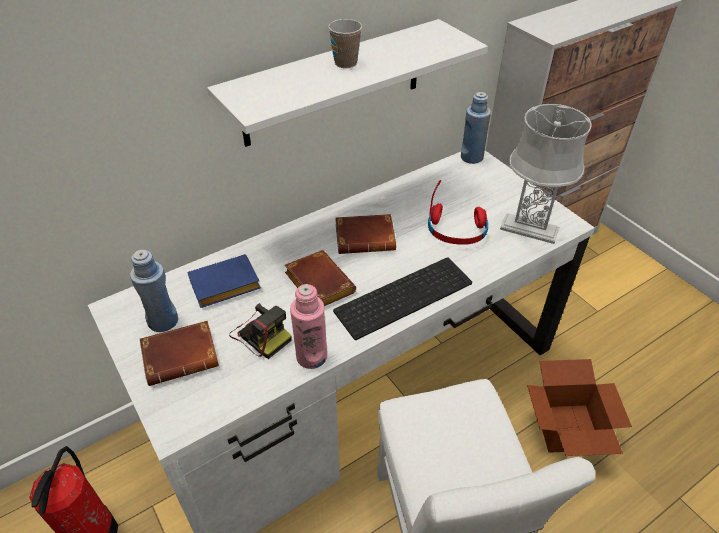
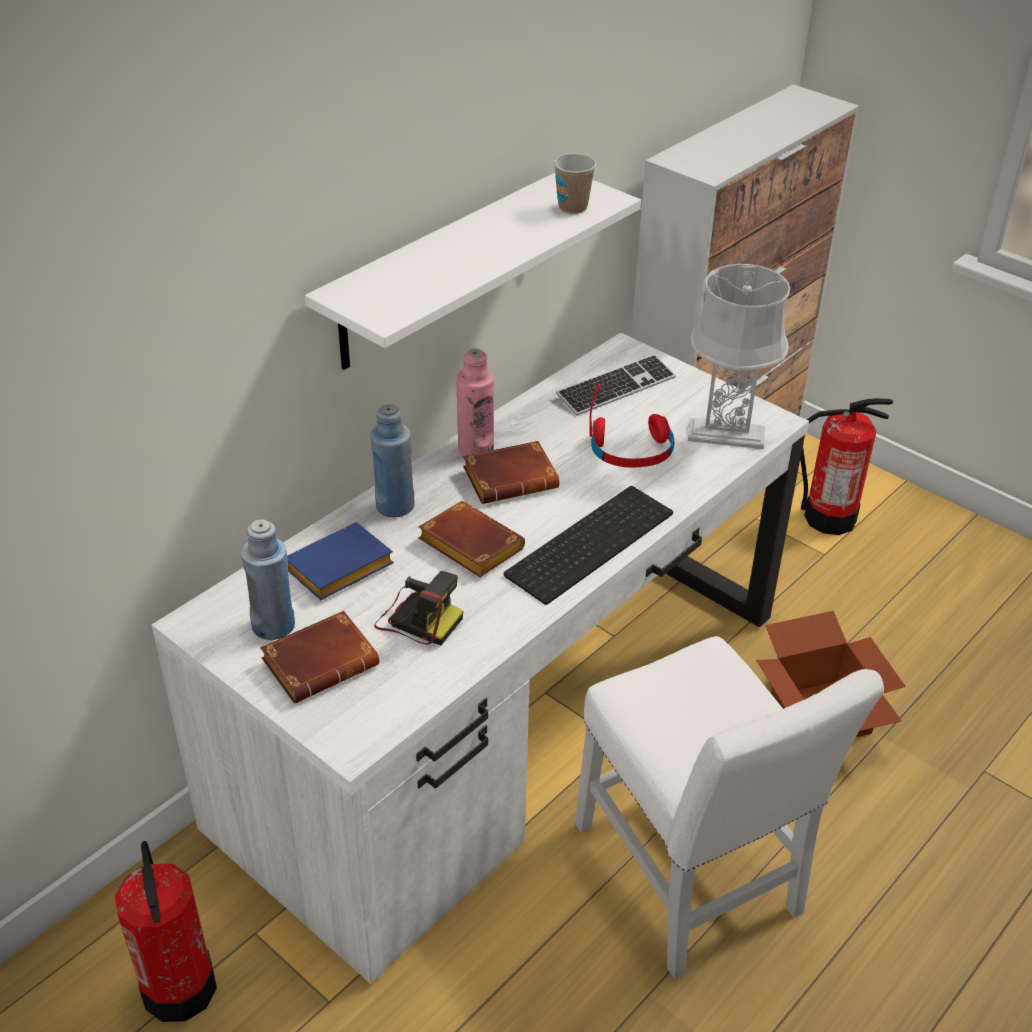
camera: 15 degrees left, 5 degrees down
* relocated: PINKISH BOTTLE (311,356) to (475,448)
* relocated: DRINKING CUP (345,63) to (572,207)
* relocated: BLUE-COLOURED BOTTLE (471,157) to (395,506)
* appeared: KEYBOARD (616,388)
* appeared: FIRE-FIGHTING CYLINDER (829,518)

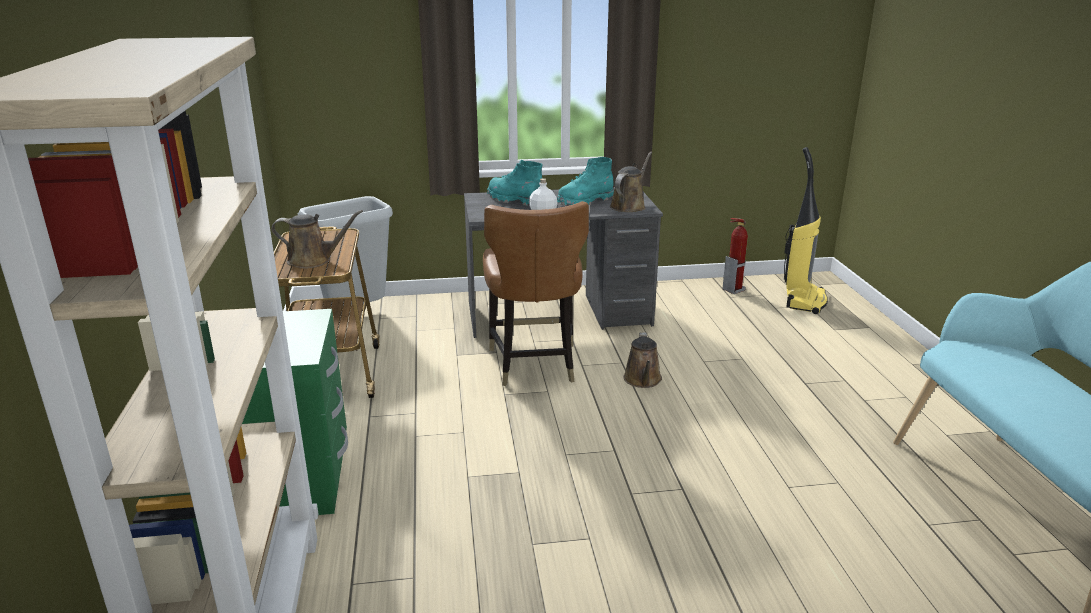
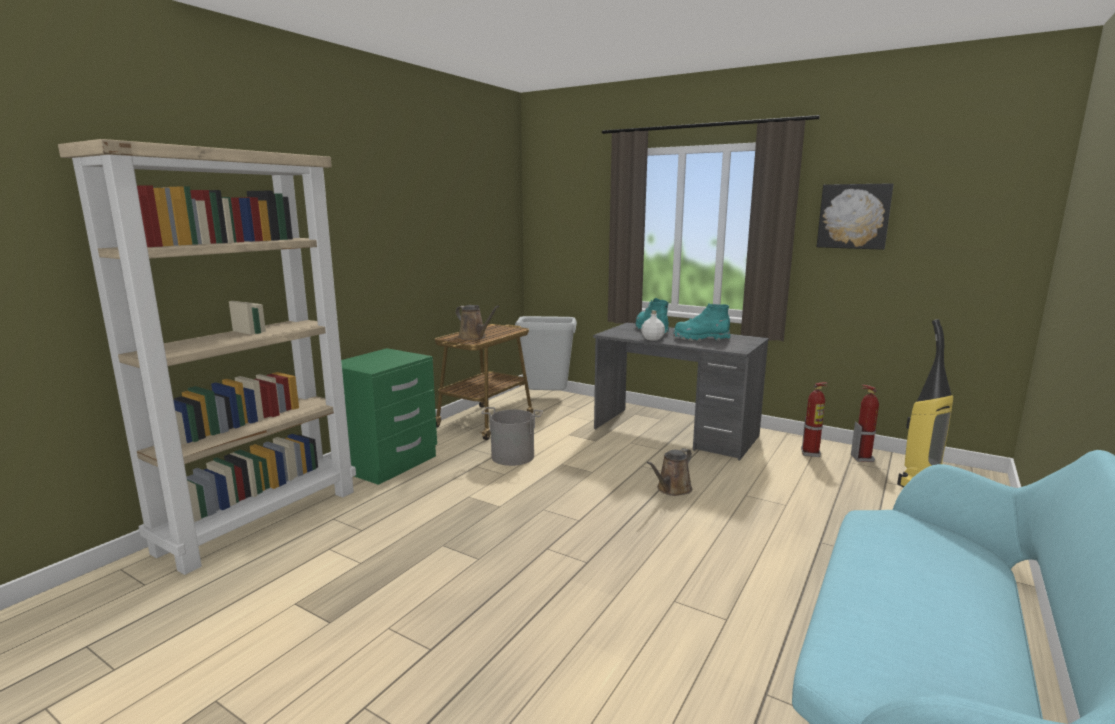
camera: 40 degrees right, 10 degrees down
* missing: BROWN-COLOURED CHAIR (534,364)
* missing: BROWN-COLOURED SPRINKLING CAN (629,206)
* appeared: GREY WATER BUCKET (512,457)
* appeared: FIRE-FIGHTING CYLINDER (811,453)
* appeared: WALL ART (854,216)

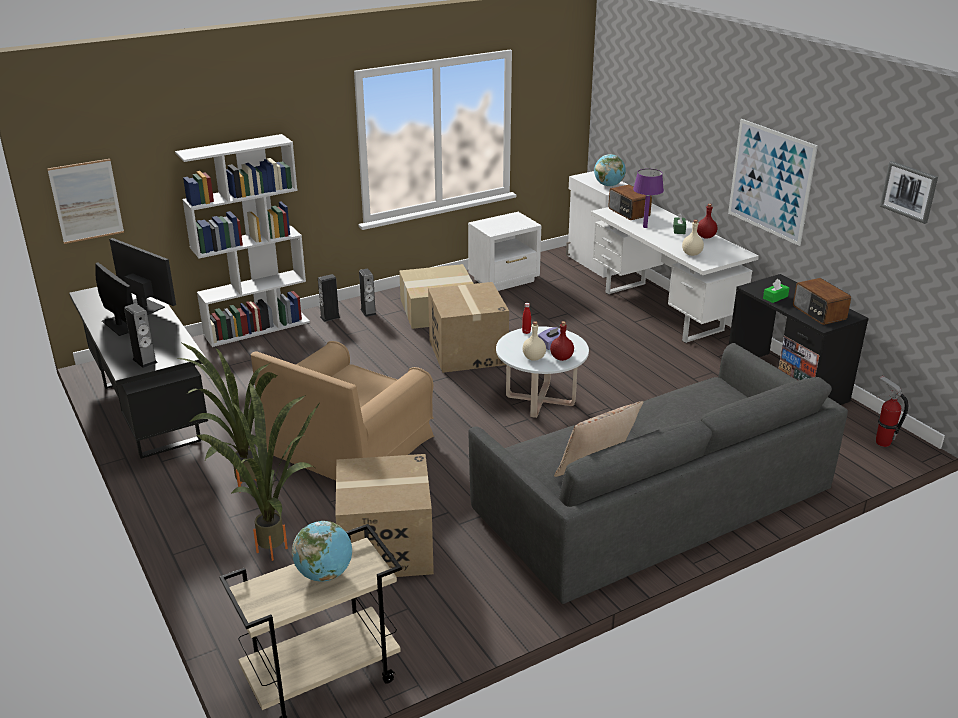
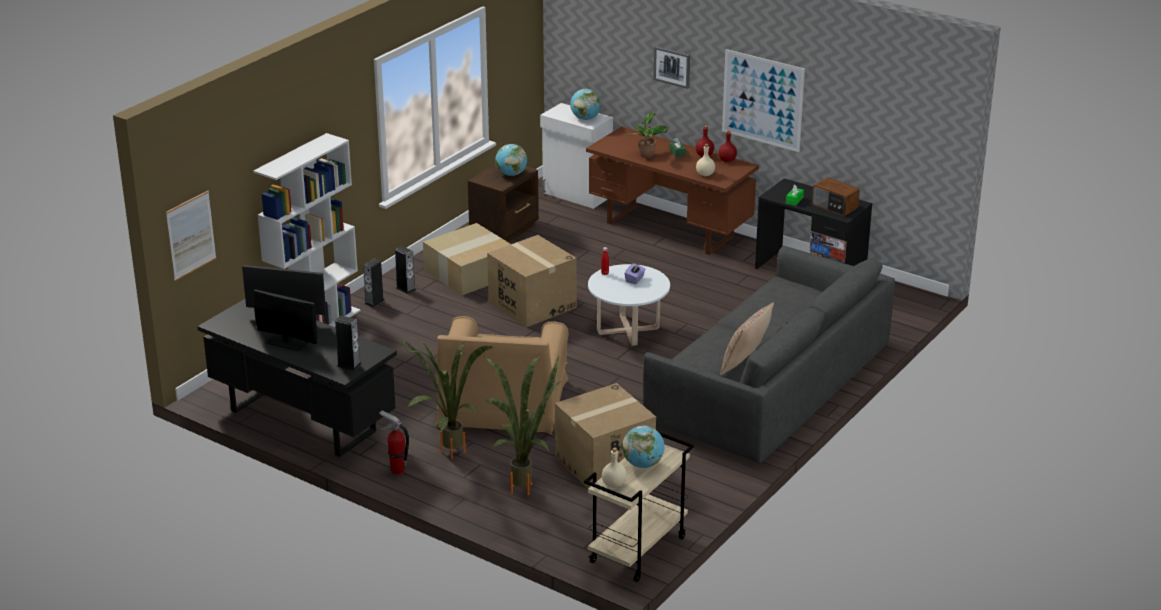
camera: 25 degrees left, 0 degrees up
* colour: WHITE-COLOURED BEDSIDE TABLE (505,280) to BROWN-COLOURED BEDSIDE TABLE (505,230)
* relocated: BEIGE BOTTLE (534,358) to (614,484)
* relocated: RED-COLOURED BOTTLE (562,358) to (727,160)
* colour: WHITE-COLOURED DESK UNIT (663,311) to BROWN-COLOURED DESK UNIT (670,230)
* missing: RADIO SET (628,212)
* exchanged: PURPLE TABLETOP LAMP (644,227) to HOUSEPLANT (646,155)
* relocated: FIRE-FIGHTING CYLINDER (882,442) to (397,471)
* relocated: WALL ART (909,191) to (672,66)
* appeared: GLOBE (511,174)

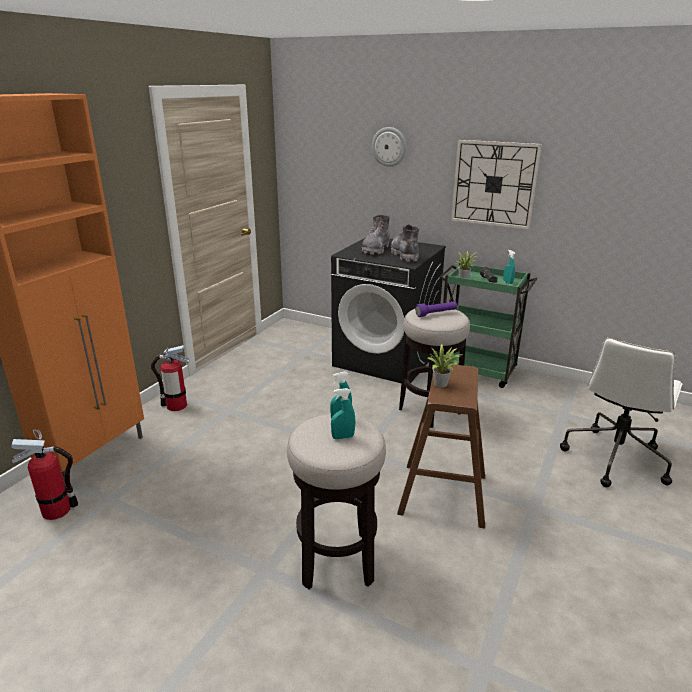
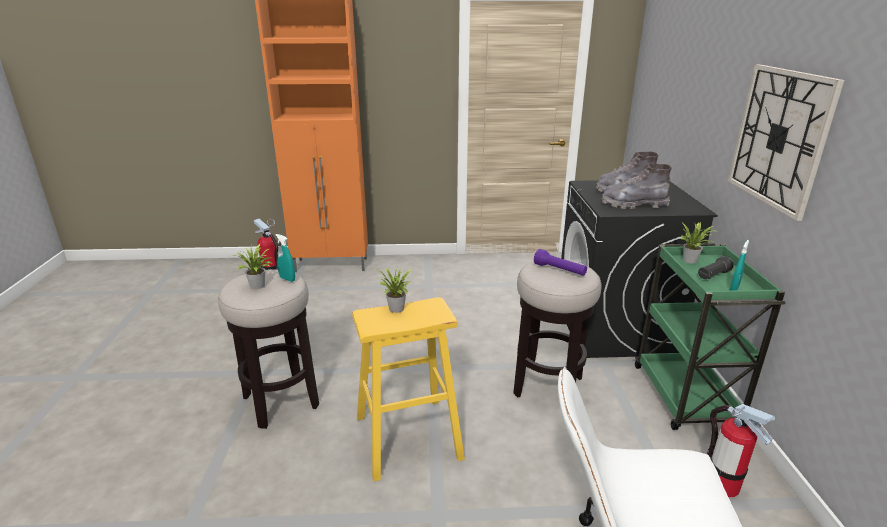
camera: 60 degrees right, 0 degrees up
* relocated: FIRE-FIGHTING CYLINDER (176,406) to (722,484)
* exchanged: TURQUOISE-COLOURED SPRAYER (343,437) to HOUSEPLANT (258,286)
* missing: CLOCK ON THE WALL (389,147)
* spun: GREY HIGH-TOP BOOT (404,255) = (633,204) 135 degrees counterclockwise
* colour: BROWN-COLOURED STOOL (443,494) to YELLOWISH STOOL (408,437)

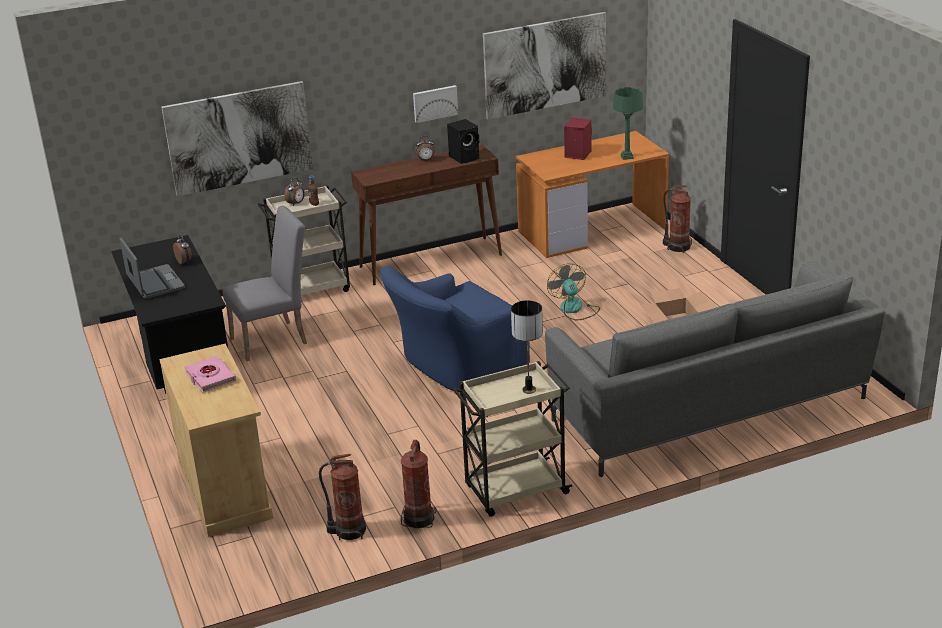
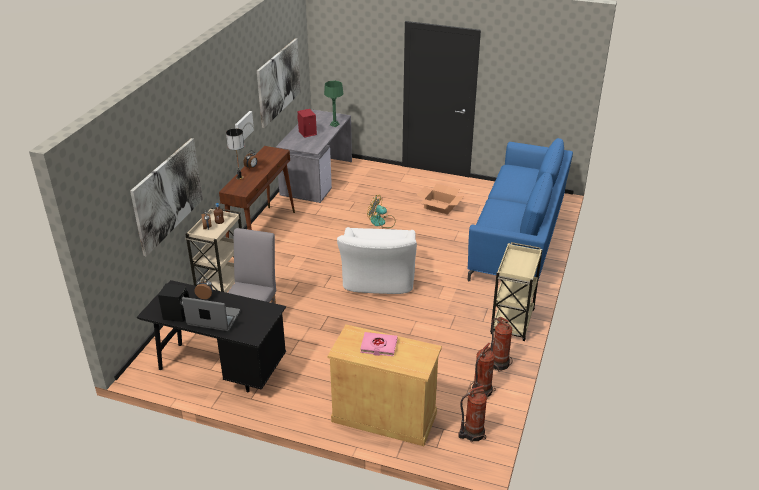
camera: 50 degrees left, 5 degrees up
* colour: BLUE-COLOURED LOUNGE CHAIR (456,366) to WHITE-COLOURED LOUNGE CHAIR (378,281)
* relocated: BLACK AUDIO SPEAKER (465,157) to (177,314)
* relocated: TABLETOP LAMP (528,390) to (239,178)
* colour: ORANGE-COLOURED DESK UNIT (592,229) to GREY DESK UNIT (316,177)
* colour: GREY SETTEE (709,410) to BLUE-COLOURED SETTEE (518,238)
* relocated: FIRE-FIGHTING CYLINDER (677,247) to (472,433)

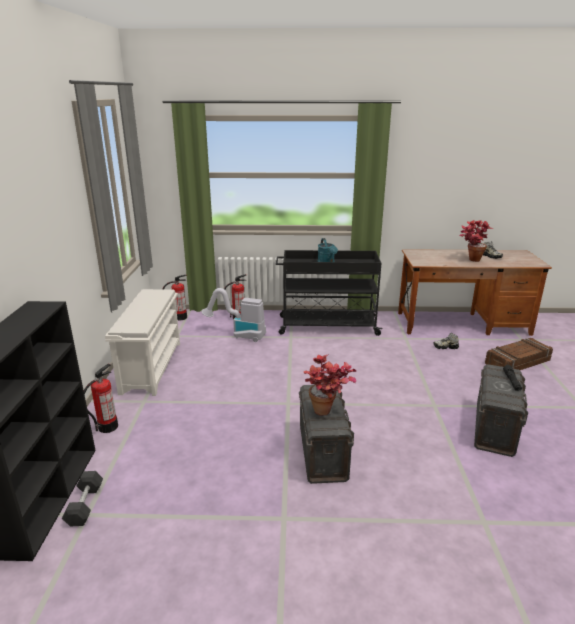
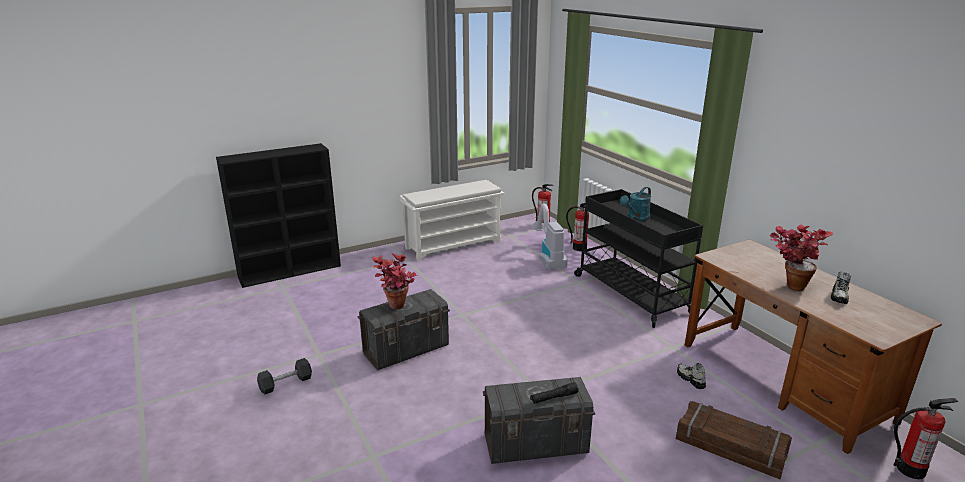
camera: 60 degrees right, 0 degrees up
* relocated: BLACK DUMBBELL (85,505) to (286,383)
* relocated: FIRE-FIGHTING CYLINDER (108,427) to (910,469)

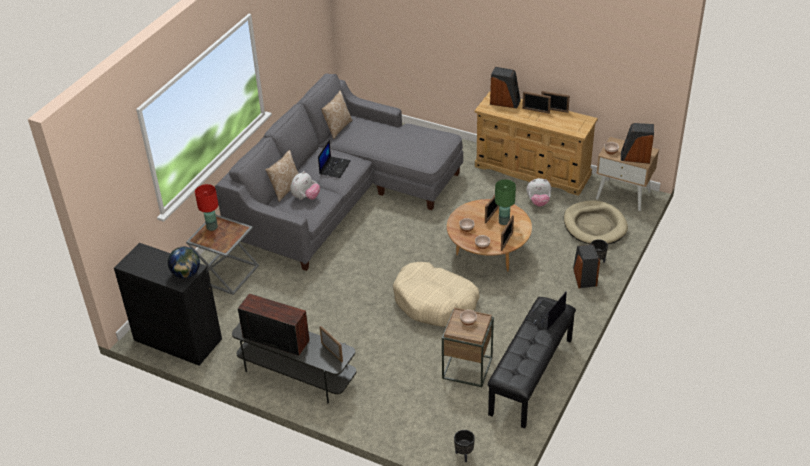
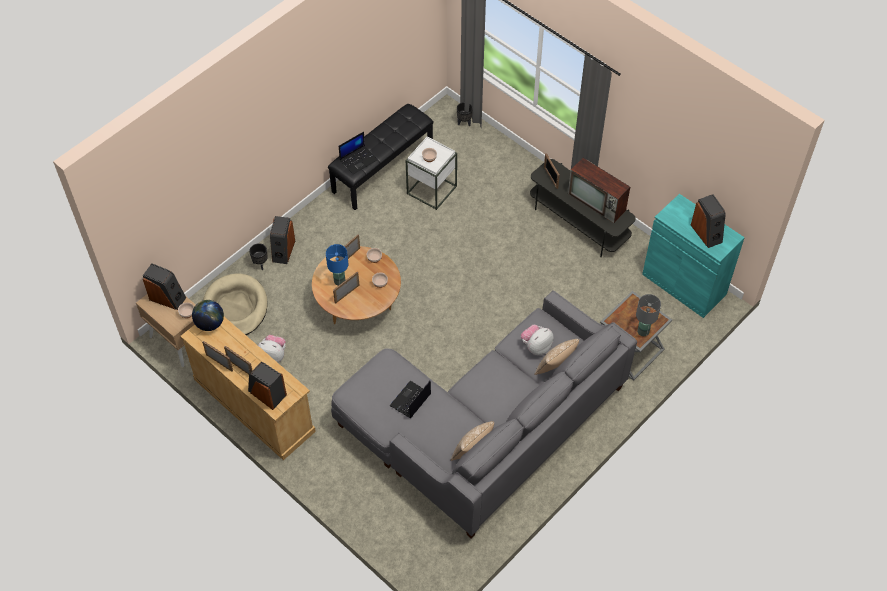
camera: 165 degrees left, 15 degrees up
* colour: BLACK STORAGE CABINET (178,339) to TURQUOISE-COLOURED STORAGE CABINET (684,284)
* relocated: GLOBE (186,274) to (210,324)
* colour: RED-COLOURED TABLETOP LAMP (211,227) to GREY TABLETOP LAMP (643,331)
* relocated: NOTEBOOK COMPUTER (334,167) to (410,400)
* missing: BEIGE DOG CUSHION (435,302)
* colour: BROWN-COLOURED ACCENT TABLE (467,368) to WHITE-COLOURED ACCENT TABLE (432,190)
* colour: GREEN TABLETOP LAMP (503,222) to BLUE-COLOURED TABLETOP LAMP (340,281)
* appeared: AUDIO SPEAKER (707,233)

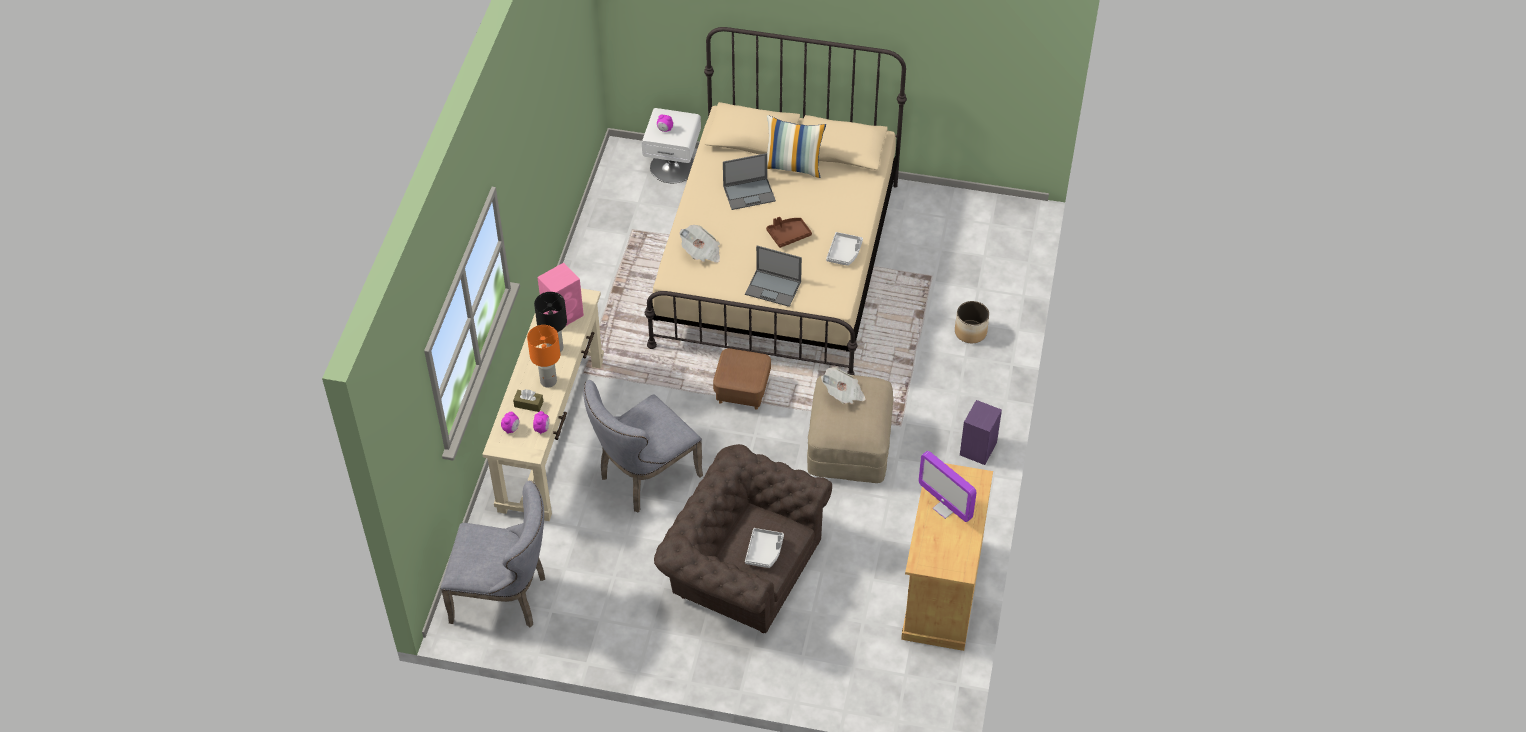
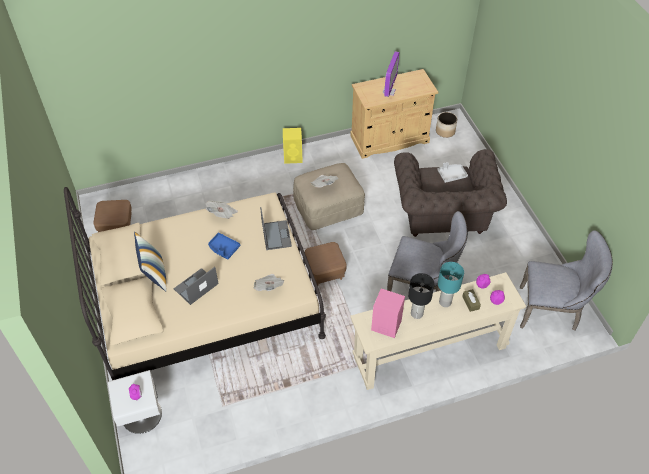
camera: 120 degrees left, 0 degrees up
* spun: GREY CHAIR (505,597) = (552,310) 120 degrees clockwise
* colour: ORANGE-COLOURED TABLETOP LAMP (548,381) to TURQUOISE-COLOURED TABLETOP LAMP (444,302)
* spun: NOTEBOOK COMPUTER (749,193) = (195,287) 90 degrees counterclockwise
* colour: BROWN-COLOURED CARRYING TRAY (788,235) to BLUE-COLOURED CARRYING TRAY (223,248)
* exchanged: GREY CARRYING TRAY (844,253) to NEWSPAPER (222,214)
* relocated: FLOWER POT (971,332) to (445,131)
* colour: PURPLE AUDIO SPEAKER (977,449) to YELLOWISH AUDIO SPEAKER (293,157)
* appeared: BROWN-COLOURED FOOTREST (116,227)

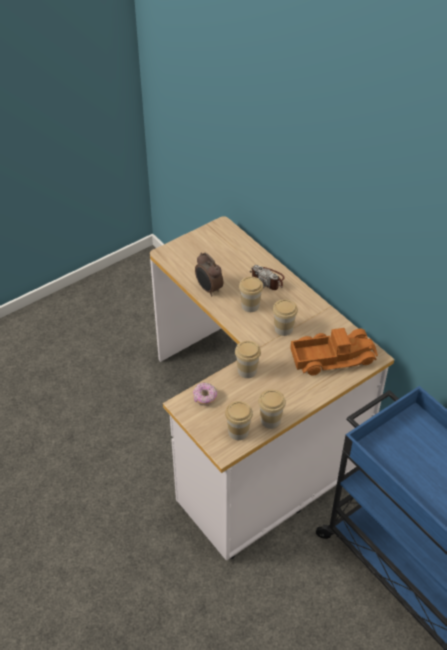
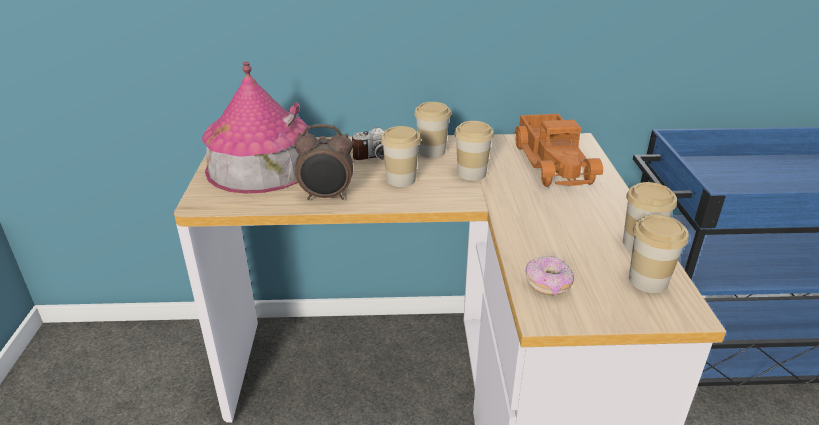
camera: 55 degrees left, 15 degrees down
* relocated: DRINKING CUP (247,371) to (431,151)
* spun: MODEL TRUCK (332,357) = (554,162) 150 degrees clockwise
* appeared: TOY HOUSE (261,166)

